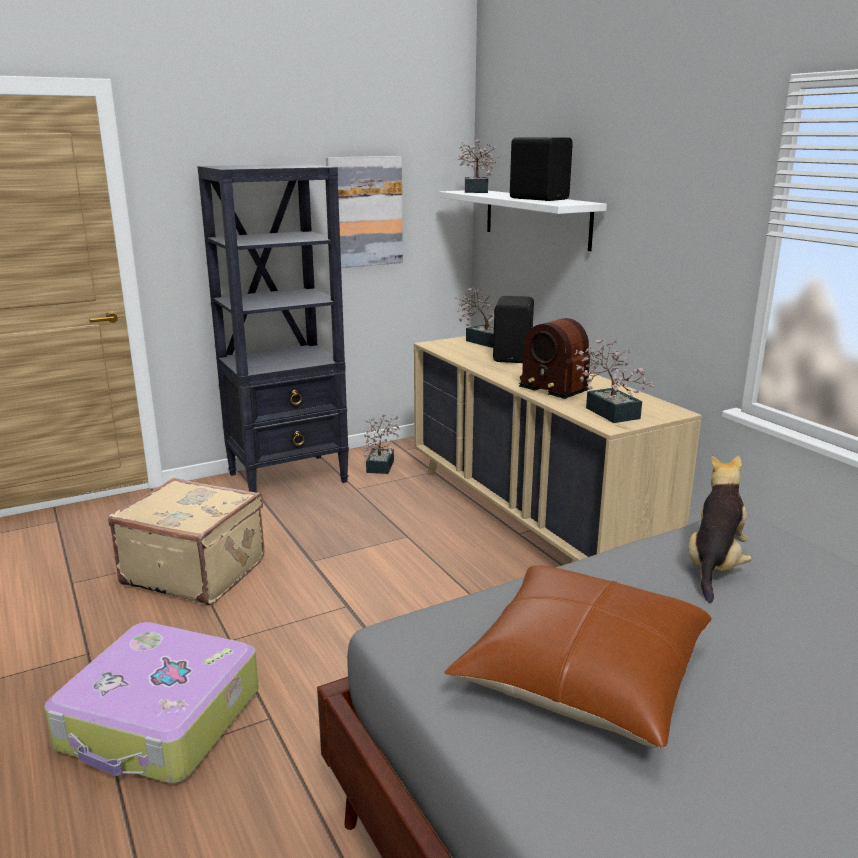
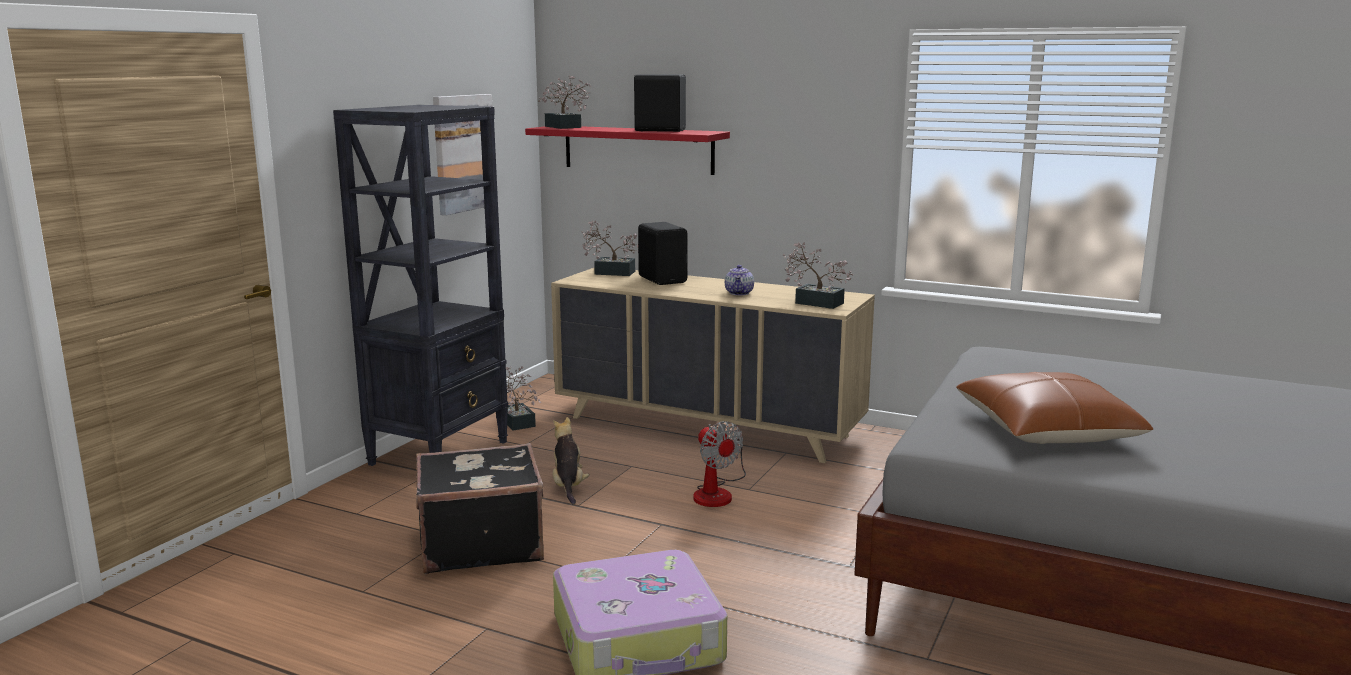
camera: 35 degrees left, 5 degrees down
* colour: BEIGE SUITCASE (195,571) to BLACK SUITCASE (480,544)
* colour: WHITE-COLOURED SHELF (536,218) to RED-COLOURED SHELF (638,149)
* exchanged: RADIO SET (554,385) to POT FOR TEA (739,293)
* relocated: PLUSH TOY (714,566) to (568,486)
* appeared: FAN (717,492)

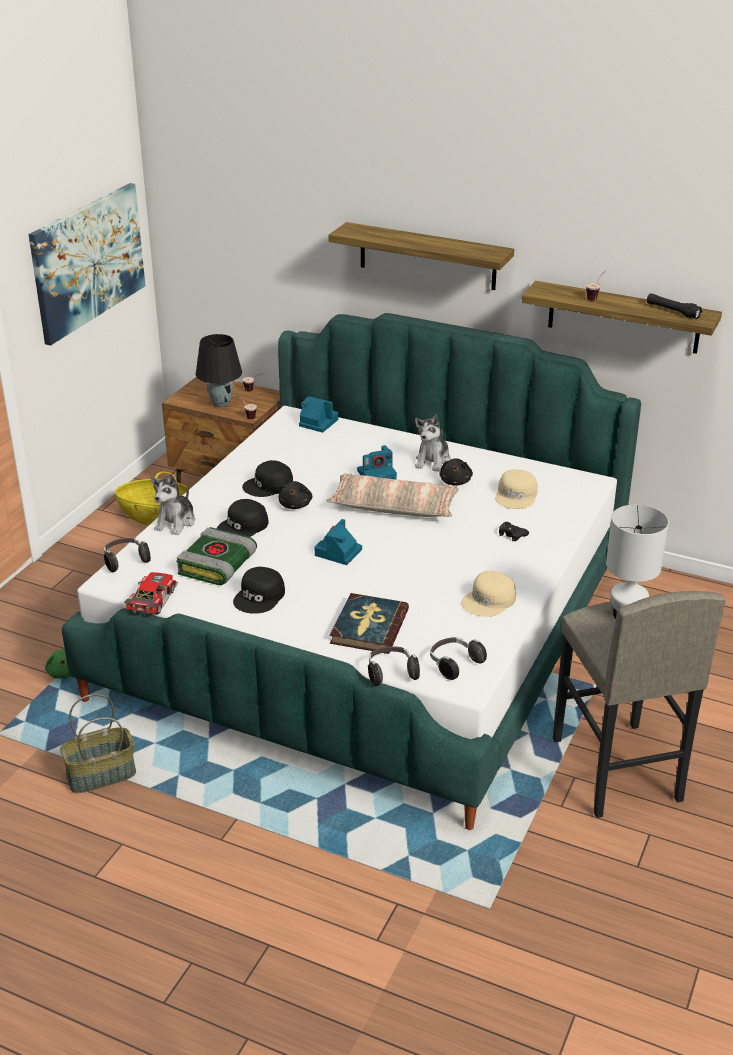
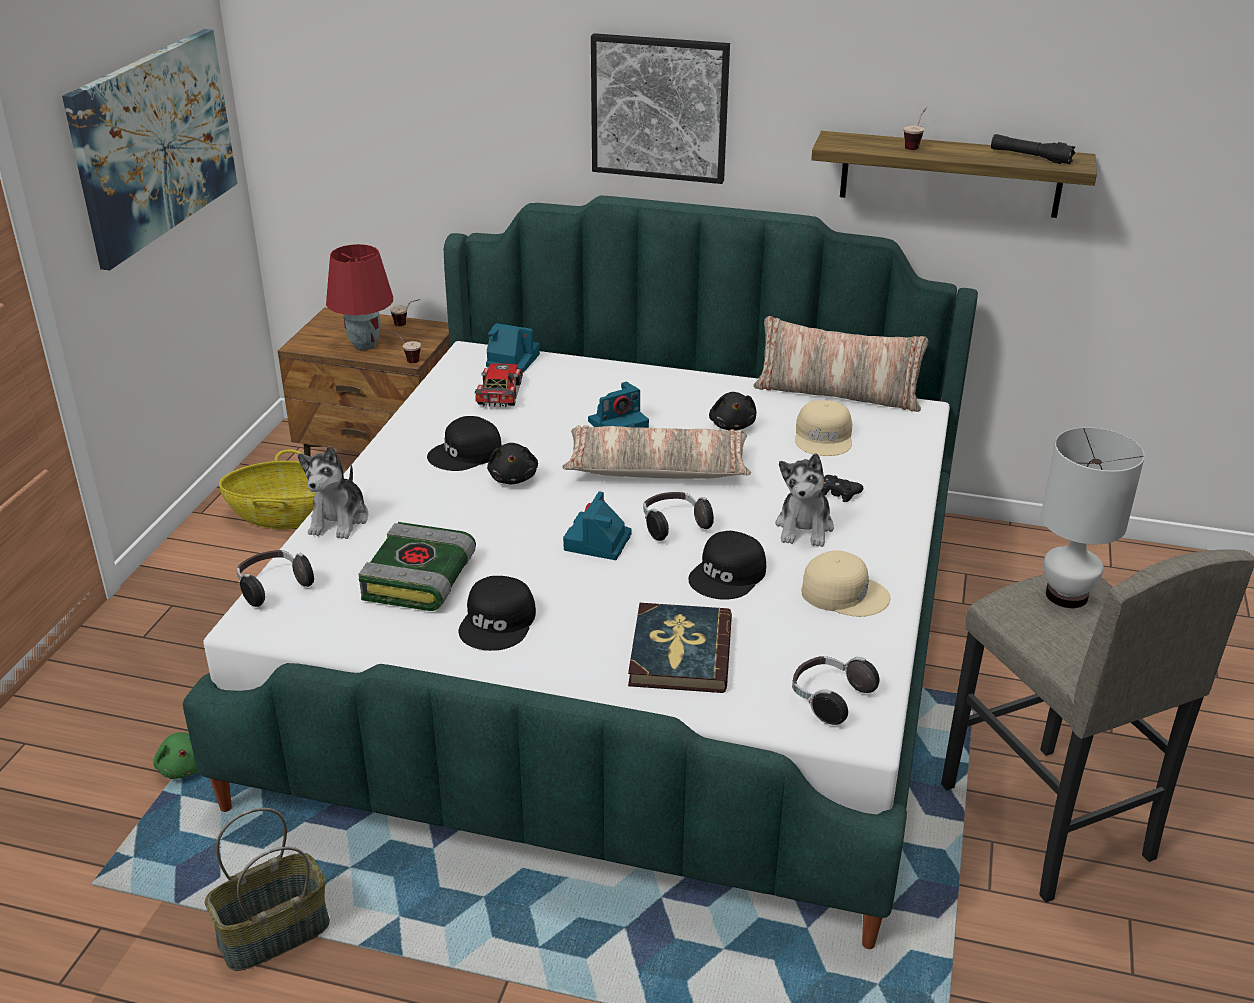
camera: 10 degrees left, 0 degrees up
* relocated: MODEL CAR (150,599) to (497,393)
* colour: BLACK TABLETOP LAMP (220,403) to RED-COLOURED TABLETOP LAMP (364,345)
* relocated: BLACK BASEBALL CAP (243,526) to (728,575)
* exchanged: SHELF (427,256) to WALL ART (659,108)
* relocated: HEADPHONES (391,673) to (673,525)
* relocated: PLUSH TOY (433,461) to (804,527)
* spun: BEIGE BASEBALL CAP (489,600) = (844,593) 105 degrees counterclockwise
* appeared: CUSHION (837,394)

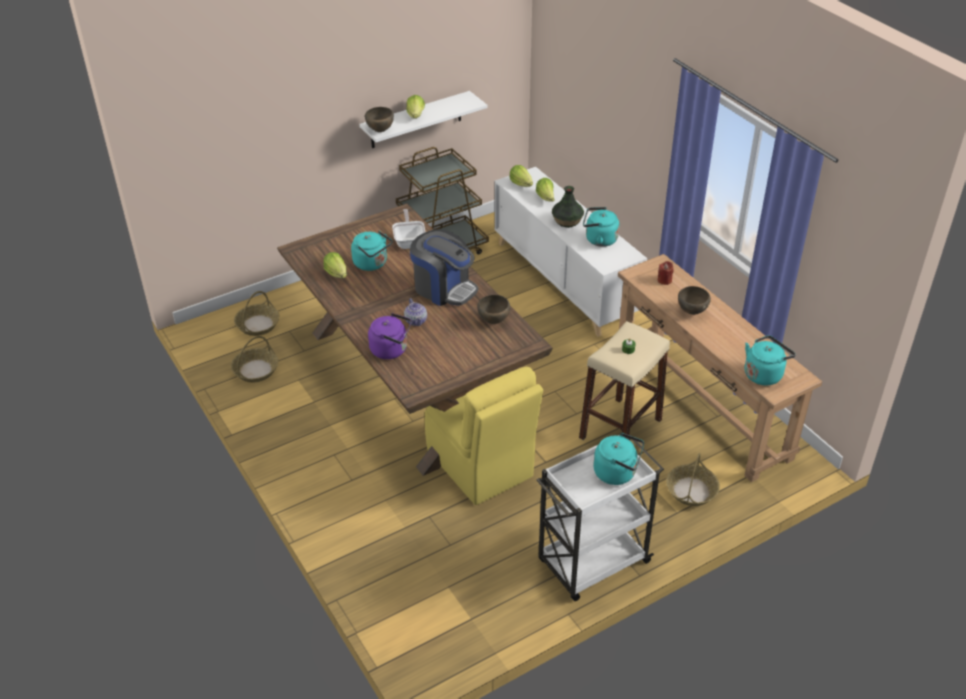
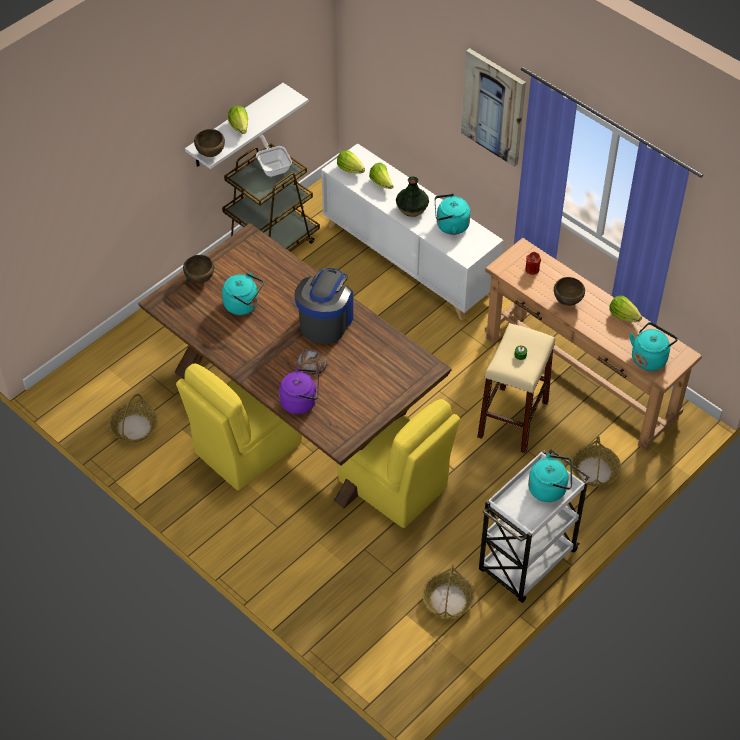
camera: 15 degrees left, 10 degrees up
* relocated: HOUSEHOLD BASKET (258,325) to (448,599)
* relocated: LETTUCE HEAD (337,273) to (623,315)
* relocated: FRYING PAN (409,241) to (273,167)
* exchanged: POT FOR TEA (416,320) to BAKED BREAD (312,364)
* spun: COFFEE MACHINE (444,288) = (325,321) 90 degrees counterclockwise
* relocated: BROWN-COLOURED BOWL (494,321) to (200,279)
* appeared: YELLOWISH CHAIR (245,449)
* appeared: WALL ART (494,107)

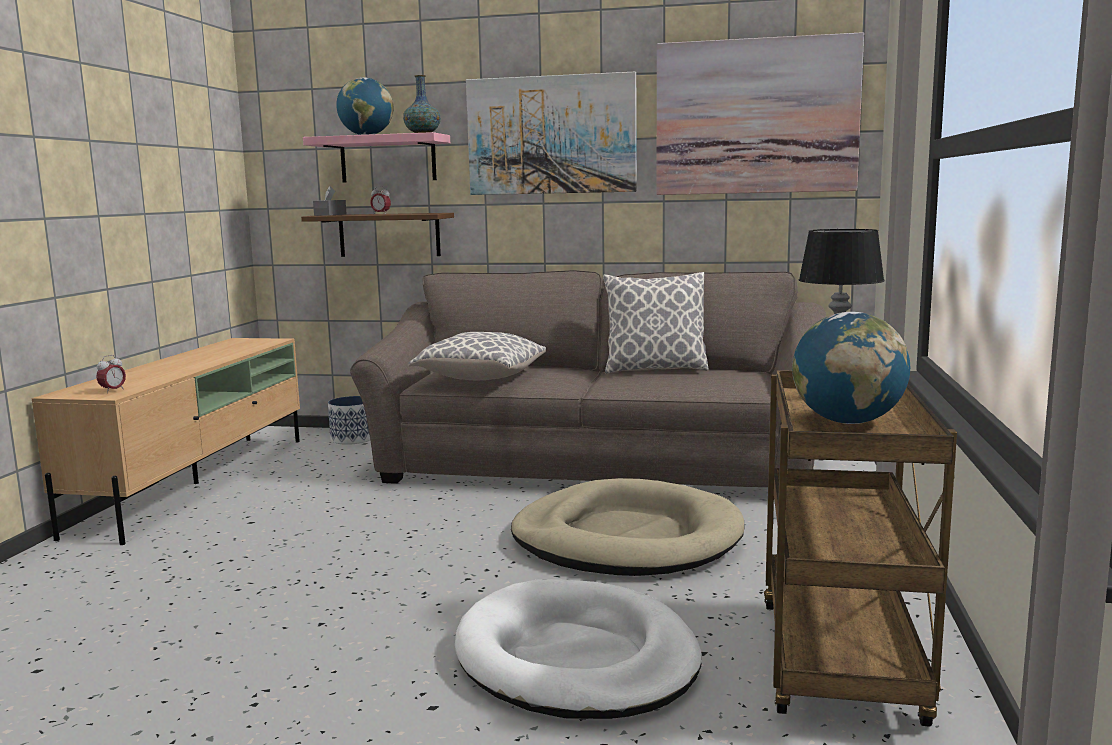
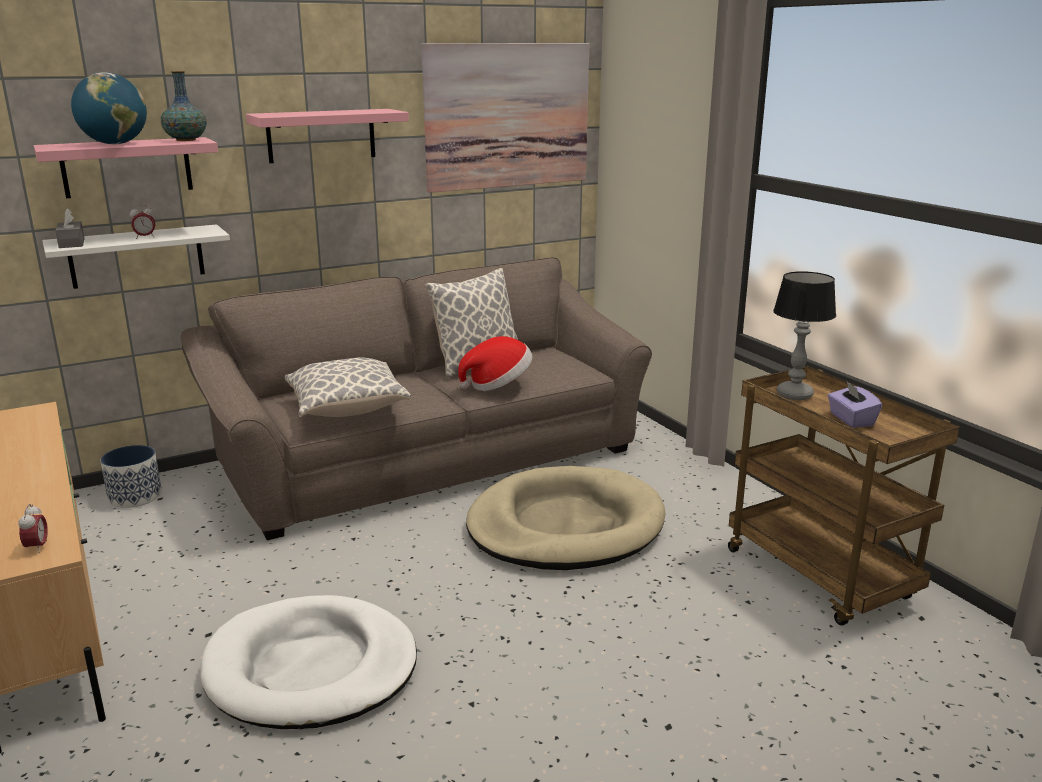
camera: 40 degrees left, 10 degrees up
* colour: BROWN-COLOURED SHELF (389,235) to WHITE-COLOURED SHELF (137,256)
* relocated: WHITE-COLOURED DOG CUSHION (576,658) to (311,668)
* exchanged: WALL ART (551,135) to PINKISH SHELF (321,135)
* exchanged: GLOBE (847,422) to PURPLE TISSUE HOLDER (851,420)
* appeared: WEARABLE HAT (498,385)

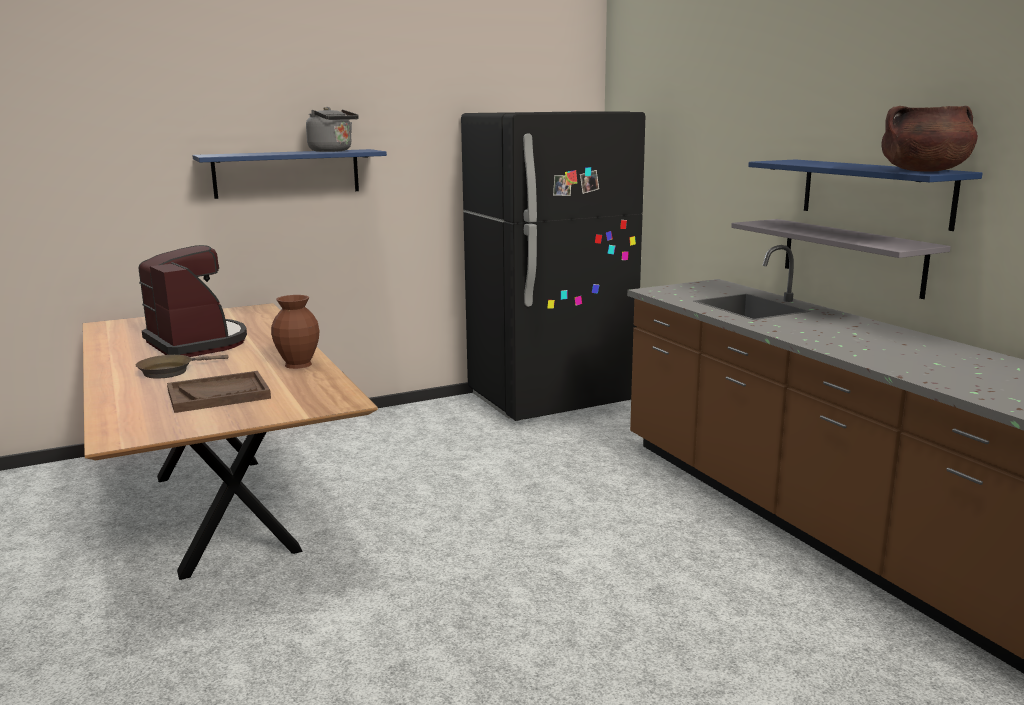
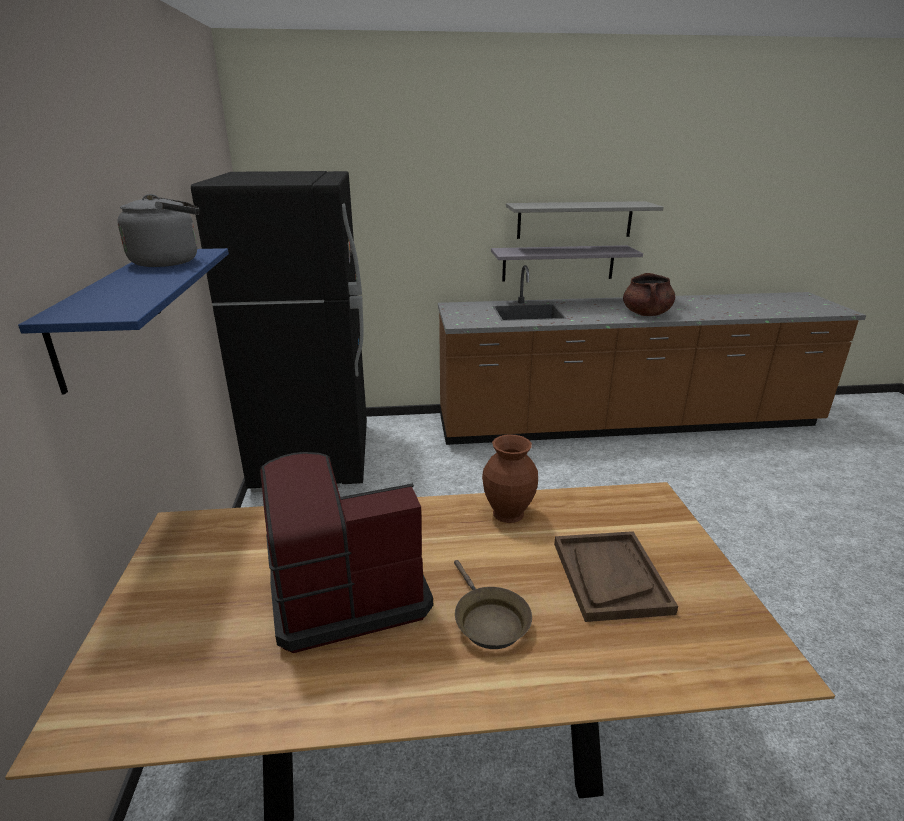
camera: 70 degrees left, 10 degrees up
* colour: BLUE-COLOURED SHELF (875,192) to GREY SHELF (574,220)
* relocated: BROWN-COLOURED STOCKPOT (924,171) to (646,314)

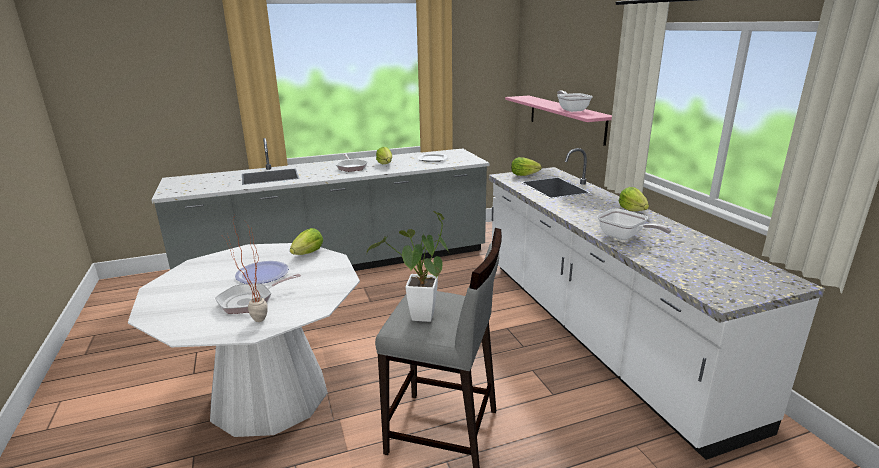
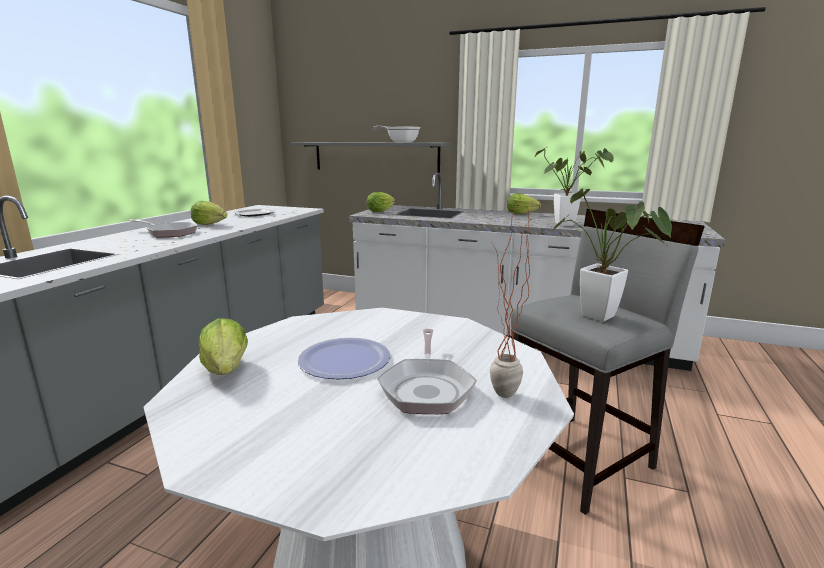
camera: 50 degrees left, 5 degrees down
* relocated: LETTUCE HEAD (308,253) to (226,369)
* colour: PINKISH SHELF (565,118) to GREY SHELF (375,156)
* exchanged: FRYING PAN (624,237) to HOUSEPLANT (569,224)

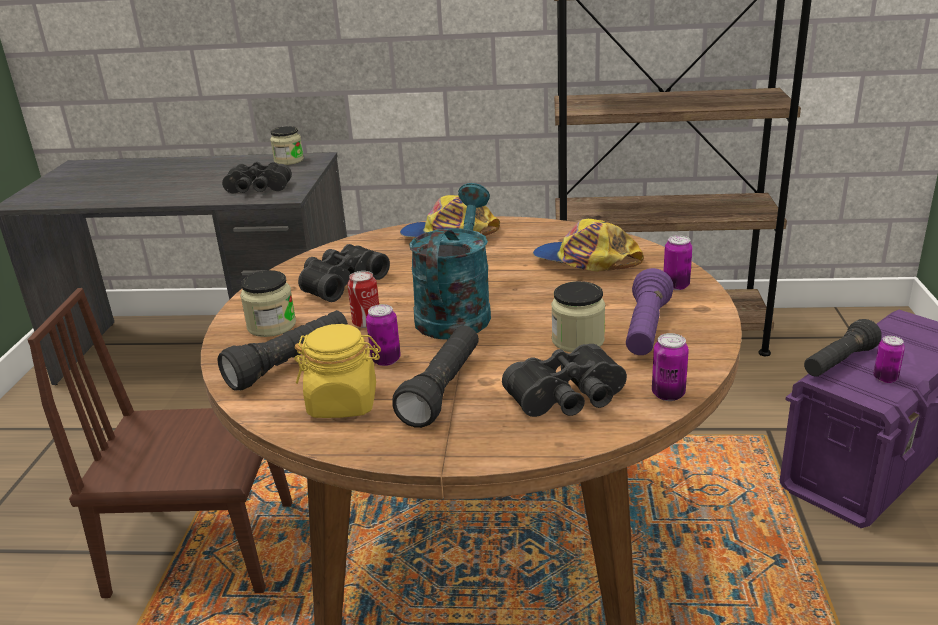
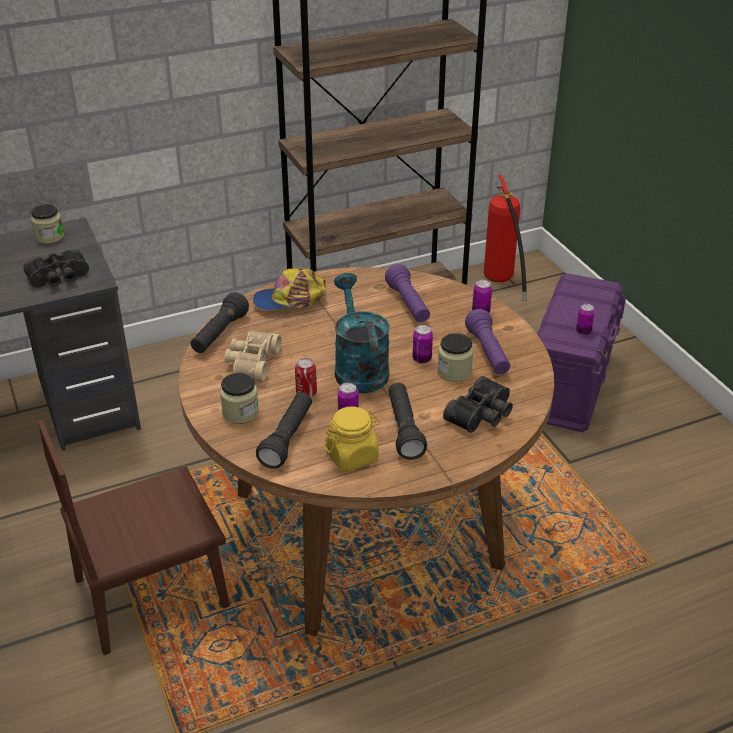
camera: 30 degrees left, 10 degrees up
* colour: BLACK PAIR OF BINOCULARS (340,282) to BEIGE PAIR OF BINOCULARS (251,363)
* exchanged: BASEBALL CAP (585,262) to PURPLE FLASHLIGHT (408,304)
* relocated: SEALED CAN (668,394) to (422,359)
* relocated: BLACK FLASHLIGHT (839,363) to (219,334)
* appeared: FIRE-FIGHTING CYLINDER (502,285)

